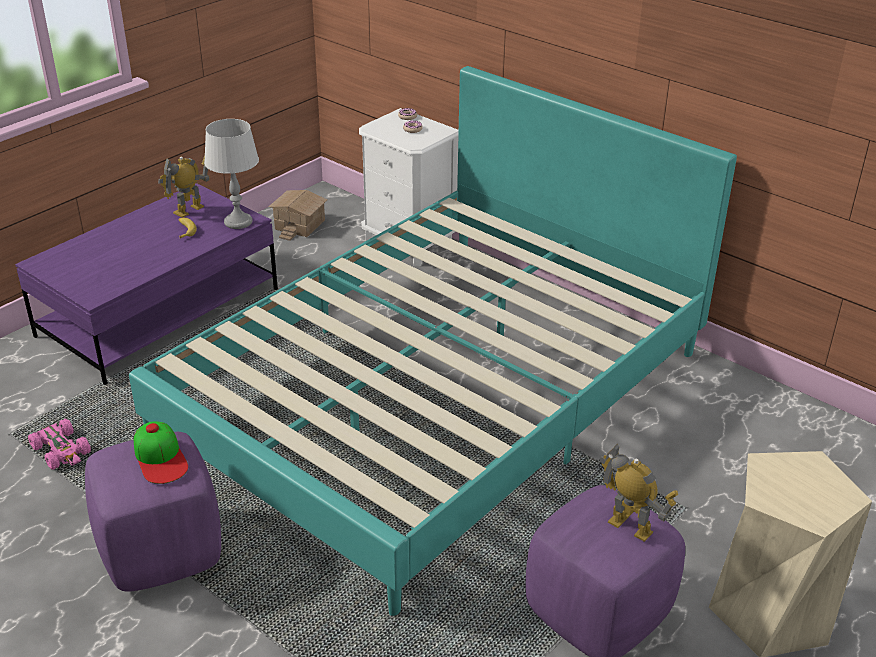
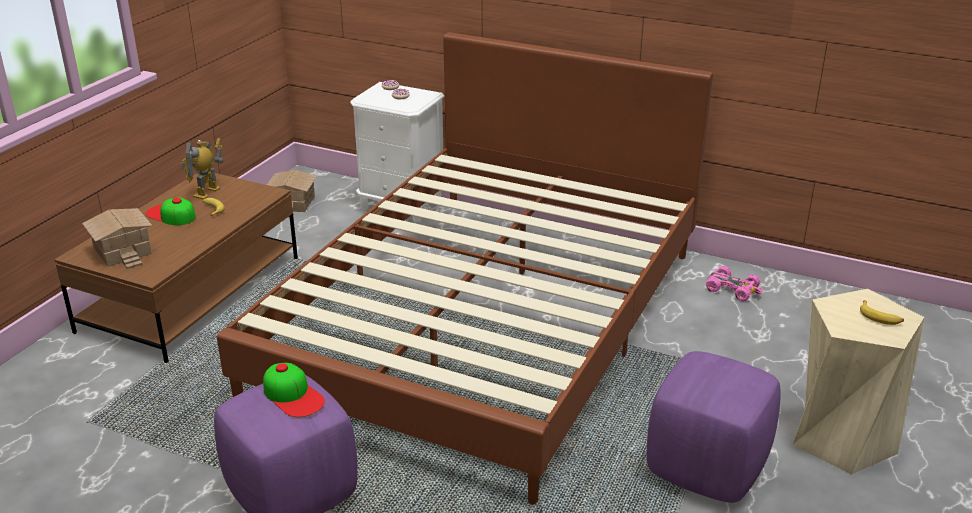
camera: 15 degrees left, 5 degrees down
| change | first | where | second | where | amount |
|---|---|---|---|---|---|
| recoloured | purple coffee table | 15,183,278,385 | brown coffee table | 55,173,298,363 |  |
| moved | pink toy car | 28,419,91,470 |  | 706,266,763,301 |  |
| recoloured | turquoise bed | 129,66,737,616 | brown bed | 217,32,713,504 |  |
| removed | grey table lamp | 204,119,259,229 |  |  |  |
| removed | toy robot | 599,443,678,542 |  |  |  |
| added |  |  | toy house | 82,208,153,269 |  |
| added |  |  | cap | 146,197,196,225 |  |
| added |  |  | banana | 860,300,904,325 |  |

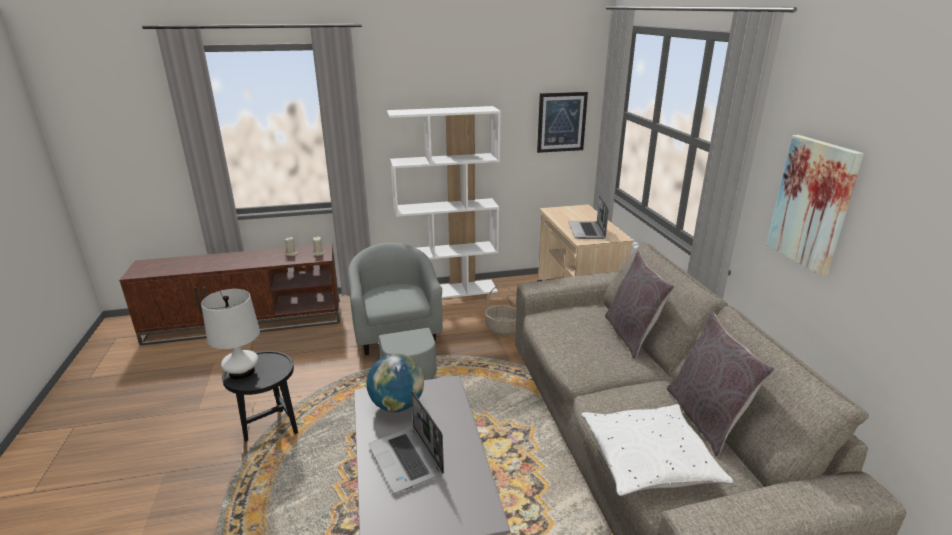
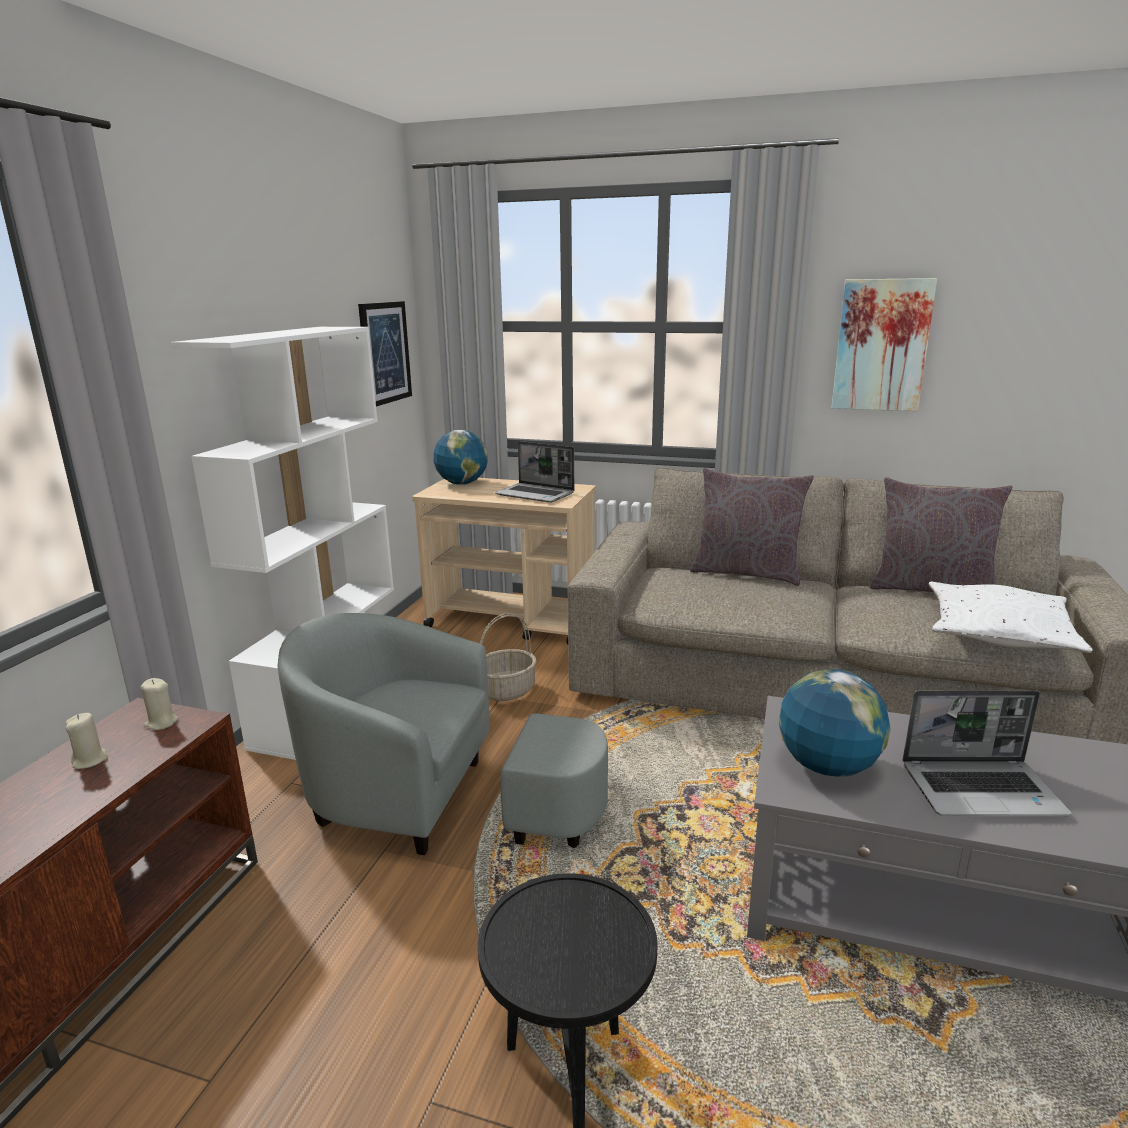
camera: 60 degrees left, 5 degrees down
| change | first | where | second | where | amount |
|---|---|---|---|---|---|
| removed | white table lamp | 201,289,260,380 |  |  |  |
| added |  |  | globe | 434,430,488,485 |  |

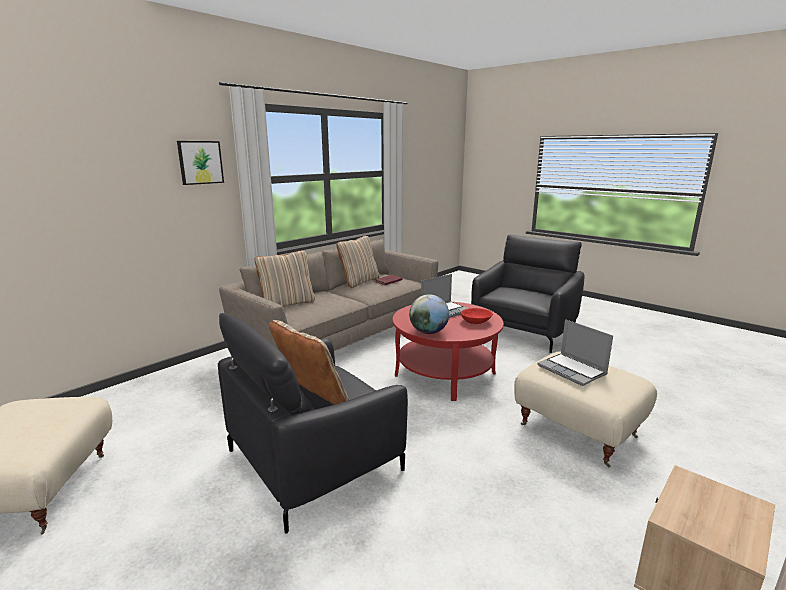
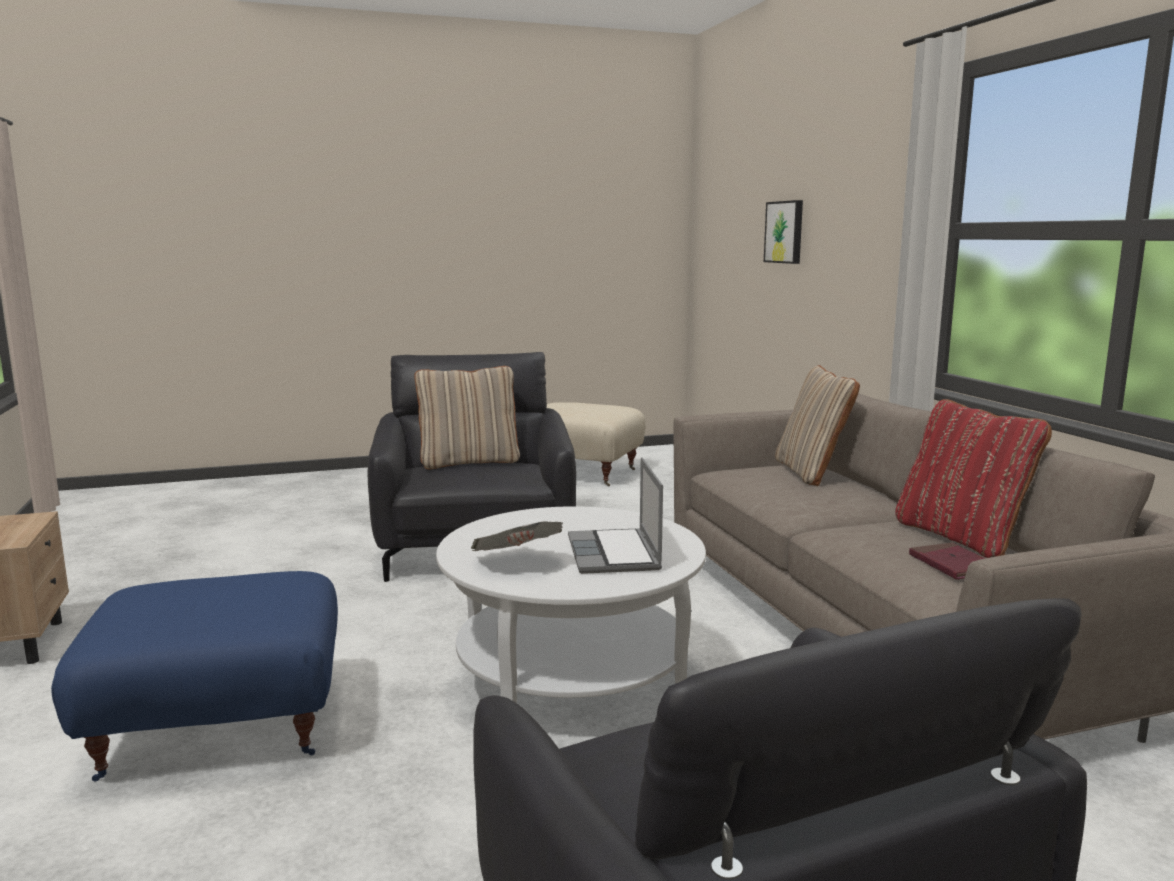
camera: 120 degrees right, 5 degrees down
| change | first | where | second | where | amount |
|---|---|---|---|---|---|
| moved | picture | 177,141,224,185 |  | 764,200,803,264 |  |
| recoloured | beige pillow | 337,236,380,288 | red pillow | 895,399,1052,558 |  |
| recoloured | red coffee table | 392,302,504,401 | white coffee table | 436,506,706,703 |  |
| removed | globe | 409,294,449,334 |  |  |  |
| replaced | red bowl | 461,308,493,324 | newspaper | 471,521,563,551 |  |
| recoloured | beige ottoman | 514,351,657,467 | blue ottoman | 51,571,338,782 |  |
| removed | laptop | 537,319,613,386 |  |  |  |

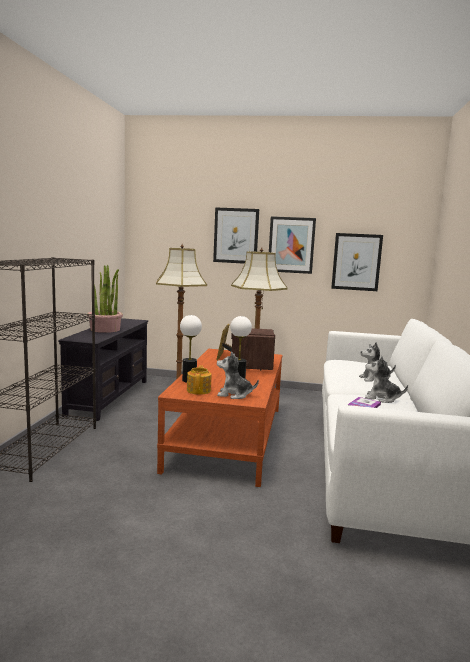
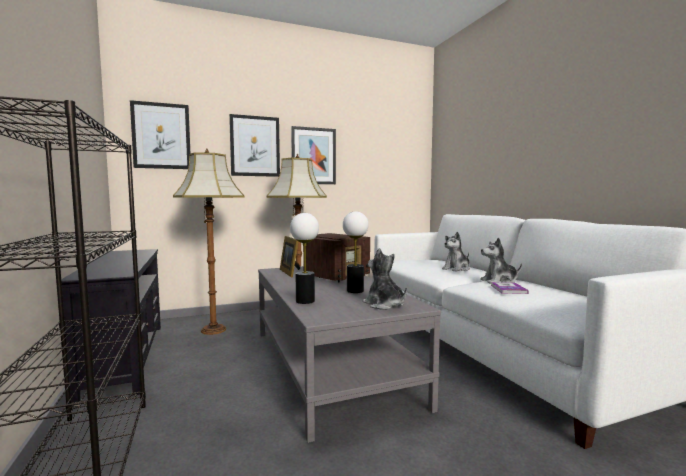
camera: 30 degrees left, 5 degrees down
| change | first | where | second | where | amount |
|---|---|---|---|---|---|
| removed | potted plant | 87,265,123,333 |  |  |  |
| recoloured | brown coffee table | 157,349,282,487 | grey coffee table | 258,266,441,443 |  |
| removed | teapot | 187,365,212,395 |  |  |  |
| turned | plush toy | 217,352,259,399 |  | 363,248,407,310 | 75 degrees clockwise |
| turned | radio | 231,328,275,370 |  | 303,233,370,282 | 105 degrees counterclockwise |
| moved | picture | 331,233,383,291 |  | 130,100,191,169 |  |

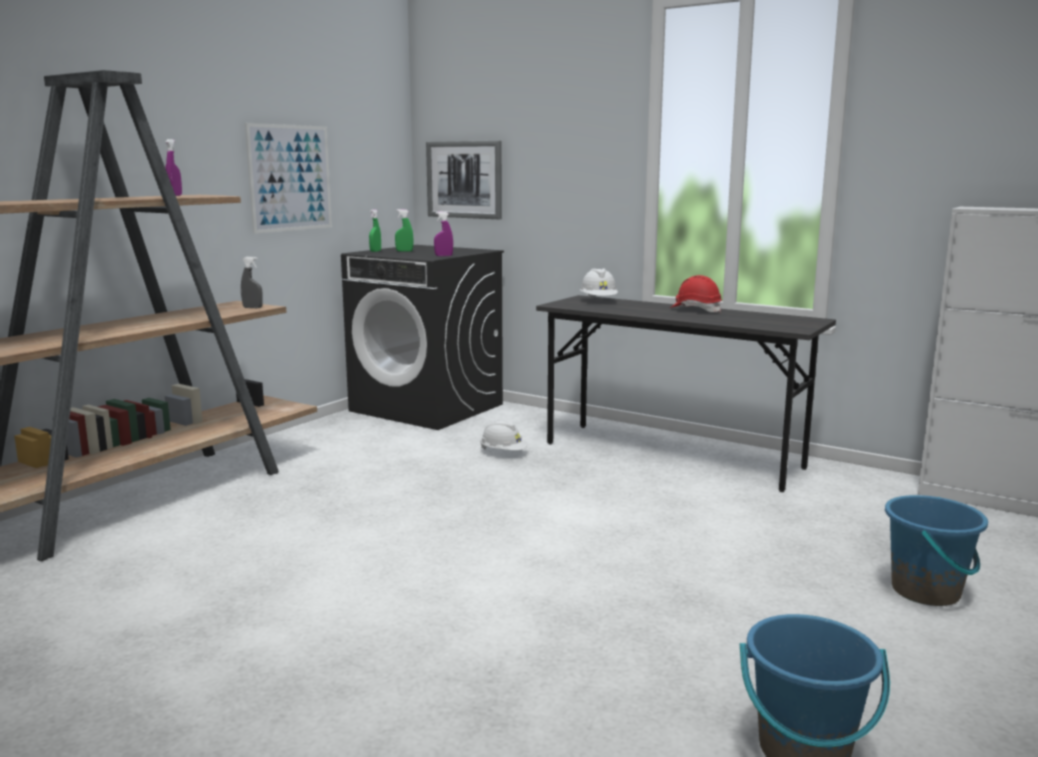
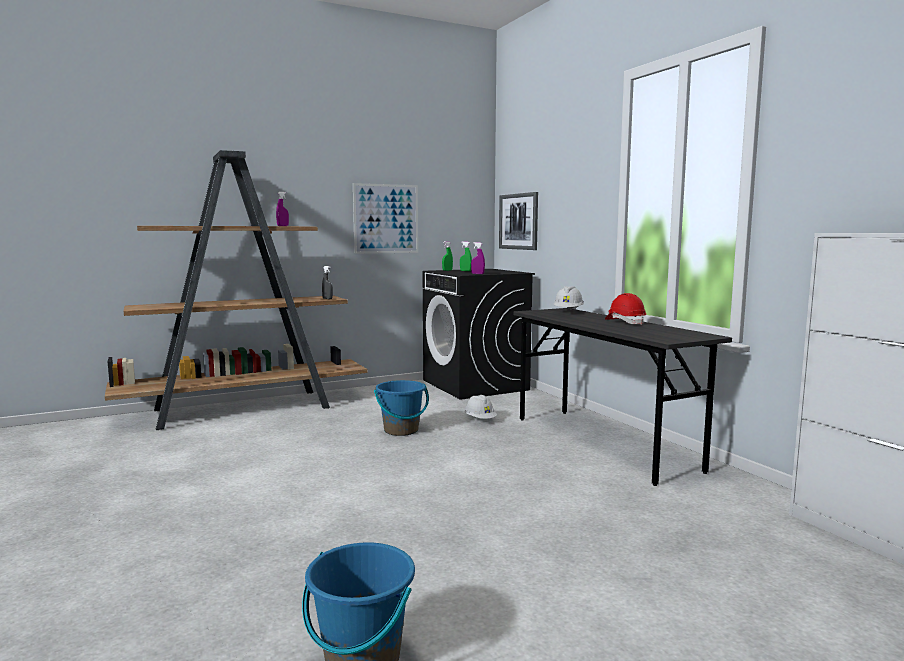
camera: 30 degrees right, 5 degrees down
| change | first | where | second | where | amount |
|---|---|---|---|---|---|
| moved | blue bucket | 885,495,988,606 |  | 374,380,429,436 |  |

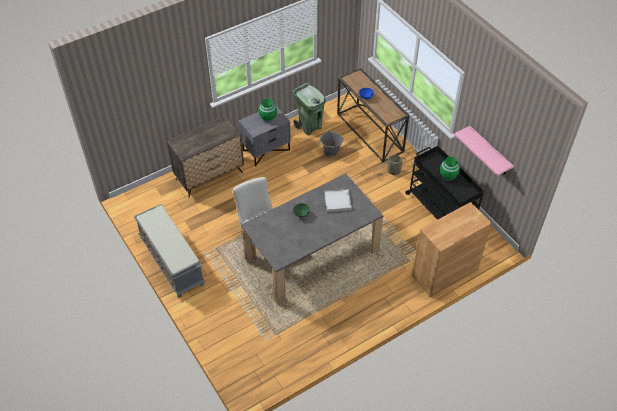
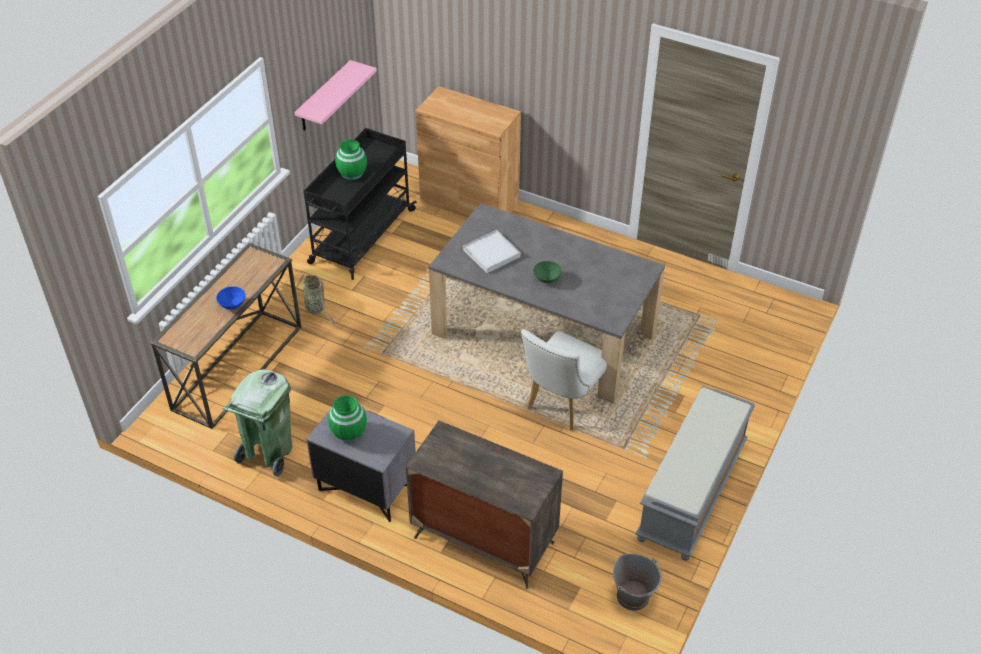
camera: 120 degrees left, 5 degrees down
| change | first | where | second | where | amount |
|---|---|---|---|---|---|
| moved | grey bucket | 320,130,344,157 |  | 613,553,662,611 |  |

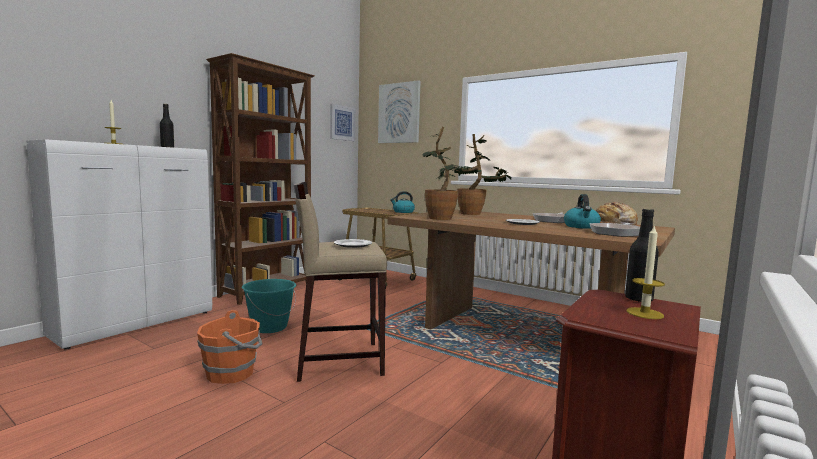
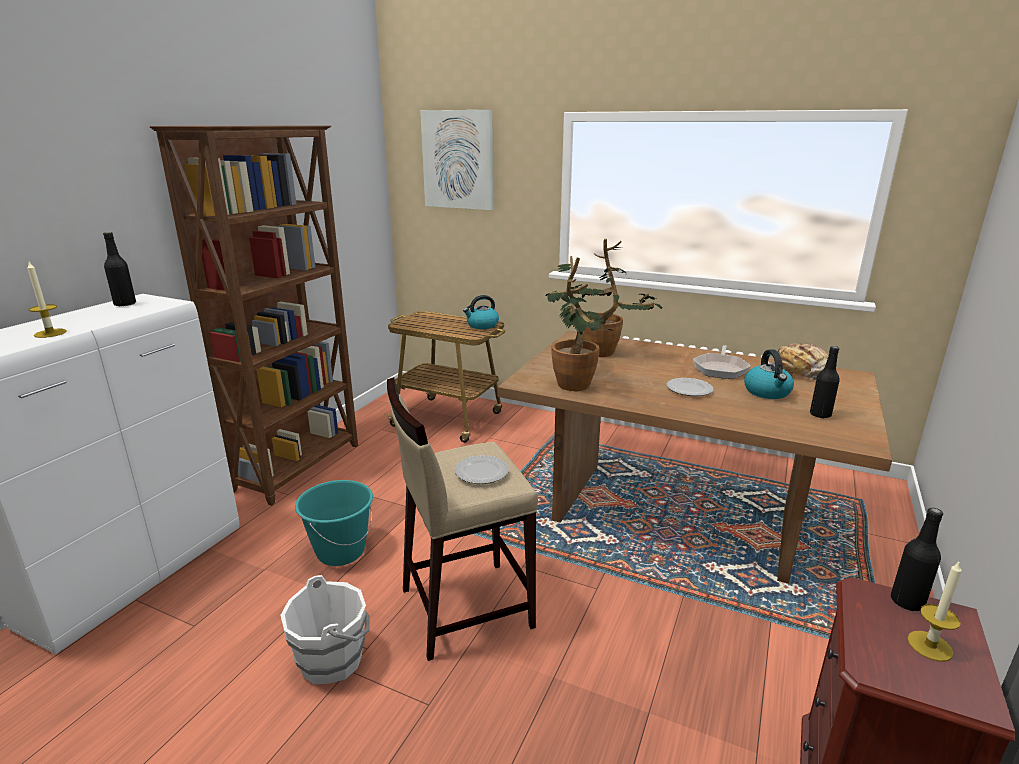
camera: 10 degrees left, 15 degrees up
| change | first | where | second | where | amount |
|---|---|---|---|---|---|
| recoloured | orange bucket | 197,310,263,384 | white bucket | 280,575,370,684 |  |
| removed | picture | 330,104,355,141 |  |  |  |
| replaced | frying pan | 589,223,640,237 | black bottle | 810,346,840,419 |  |

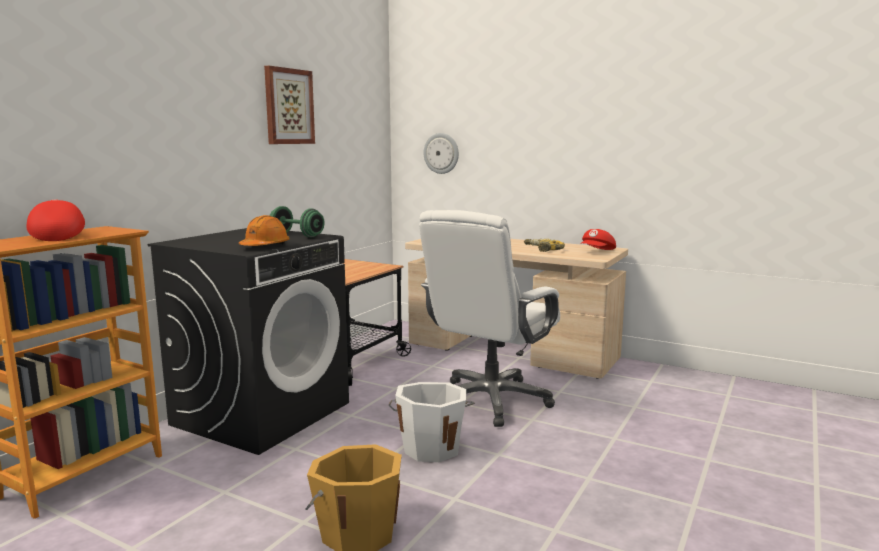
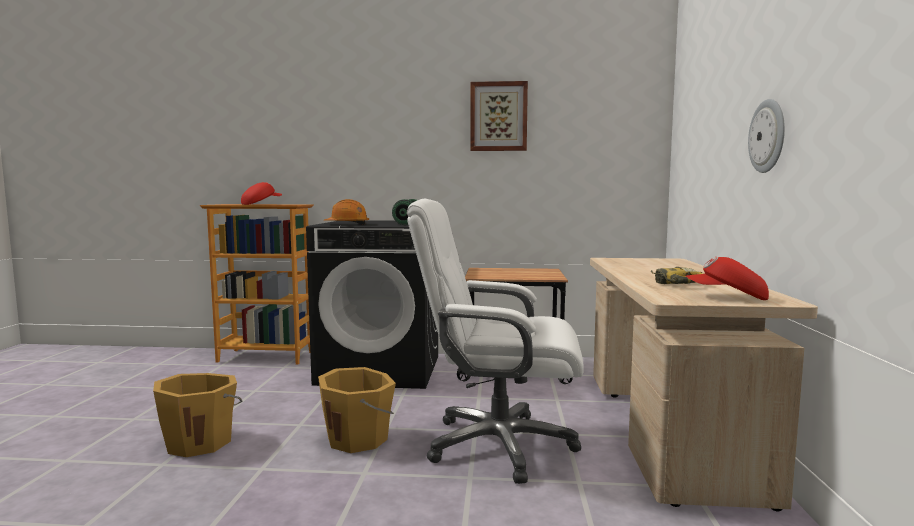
camera: 65 degrees right, 5 degrees down
| change | first | where | second | where | amount |
|---|---|---|---|---|---|
| recoloured | white bucket | 389,382,475,462 | orange bucket | 318,367,396,453 |  |
| moved | wall clock | 424,133,459,174 |  | 748,99,785,173 |  |

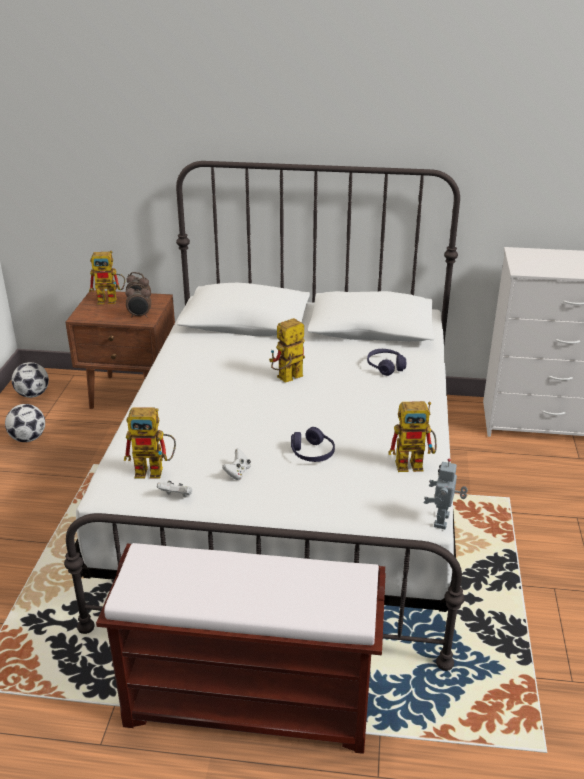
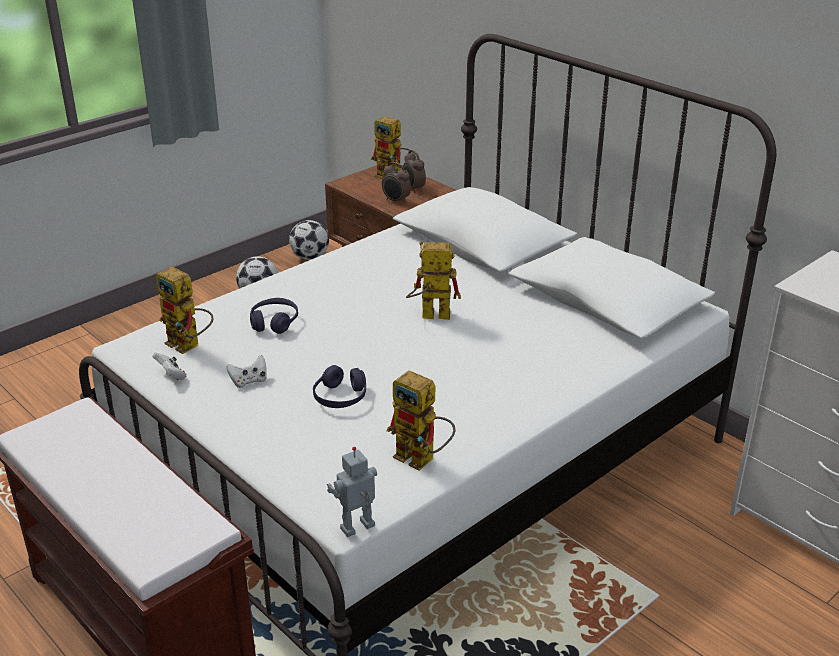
camera: 40 degrees right, 0 degrees up
| change | first | where | second | where | amount |
|---|---|---|---|---|---|
| moved | purple headphones | 367,349,406,376 |  | 250,298,298,334 |  |

